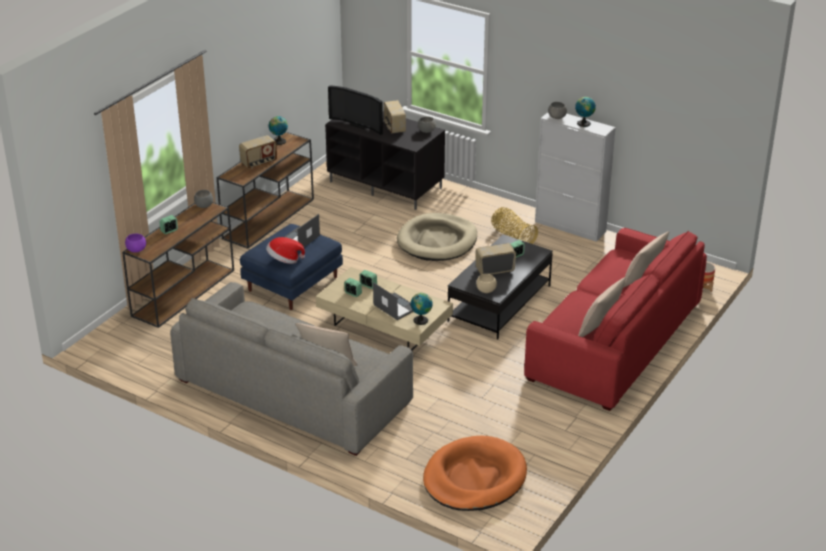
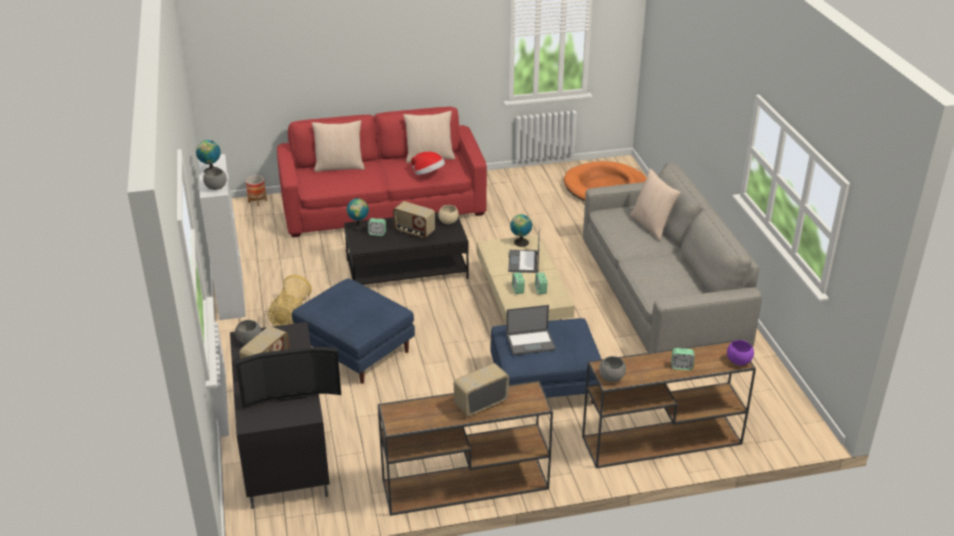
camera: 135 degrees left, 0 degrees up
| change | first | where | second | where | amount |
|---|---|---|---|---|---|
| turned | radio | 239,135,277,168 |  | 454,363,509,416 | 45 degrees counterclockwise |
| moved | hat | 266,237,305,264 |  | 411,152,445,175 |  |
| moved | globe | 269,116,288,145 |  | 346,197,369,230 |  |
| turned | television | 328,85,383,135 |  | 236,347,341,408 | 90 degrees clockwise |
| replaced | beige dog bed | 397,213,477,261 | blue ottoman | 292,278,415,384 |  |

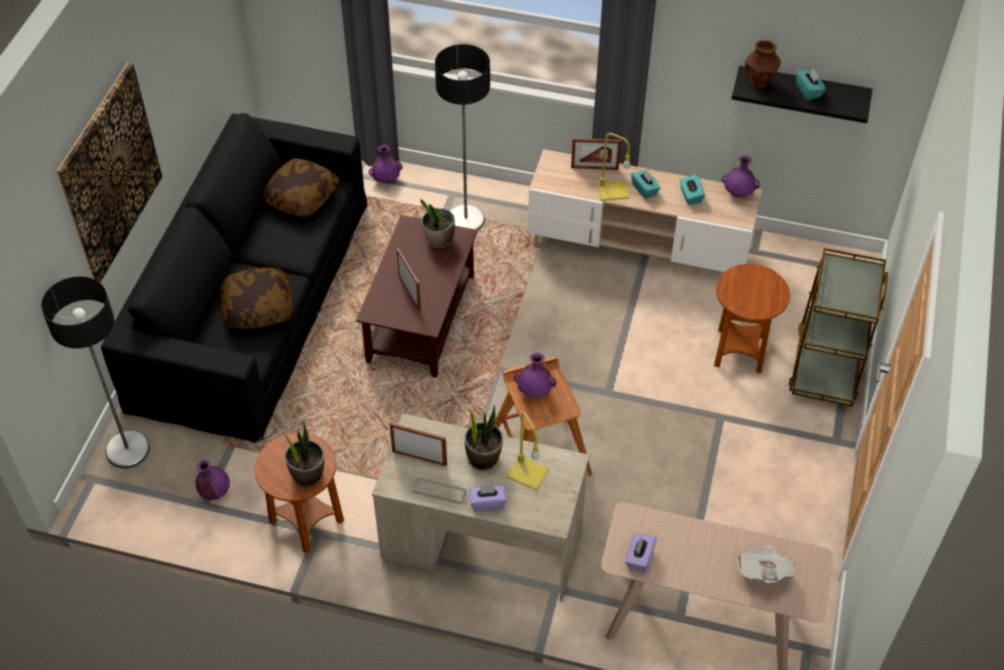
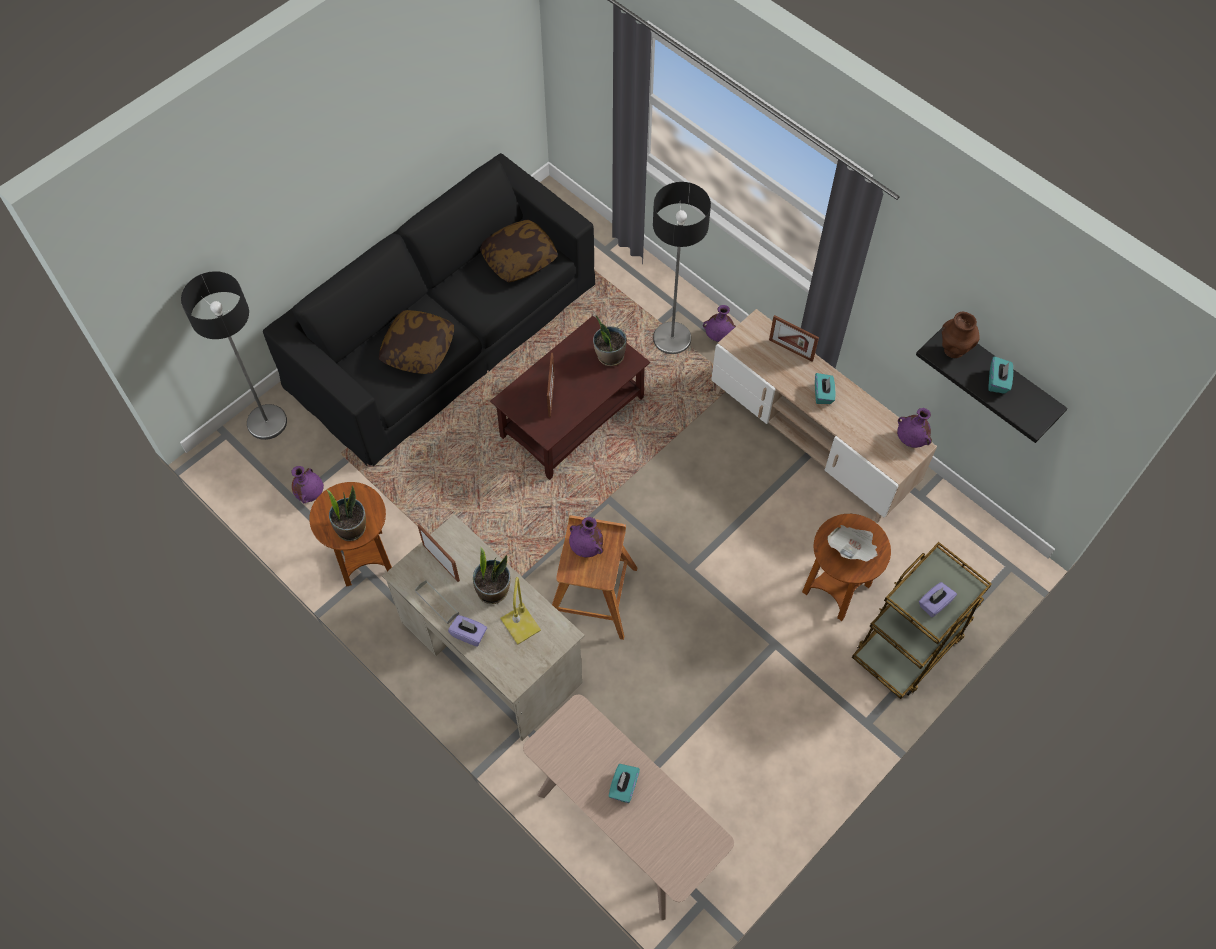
camera: 30 degrees right, 10 degrees up
| change | first | where | second | where | amount |
|---|---|---|---|---|---|
| removed | picture | 57,62,162,283 |  |  |  |
| moved | purple vase | 369,145,402,183 |  | 703,305,736,342 |  |
| removed | yellow table lamp | 597,133,630,201 |  |  |  |
| moved | purple tissue box | 625,533,657,572 |  | 919,582,957,618 |  |
| moved | turquoise tissue box | 680,174,705,205 |  | 609,764,640,803 |  |
| moved | newspaper | 737,545,795,583 |  | 827,525,878,561 |  |

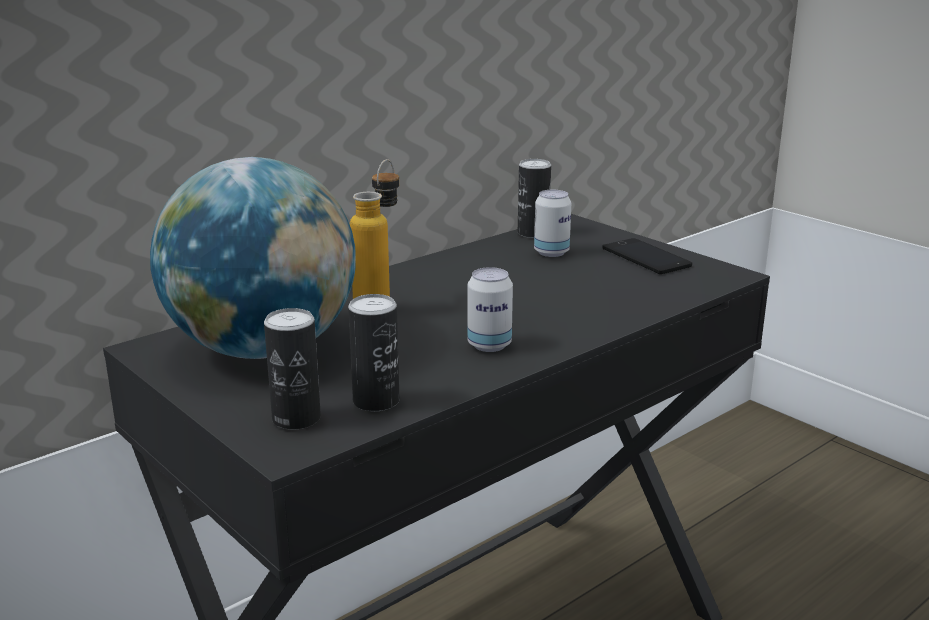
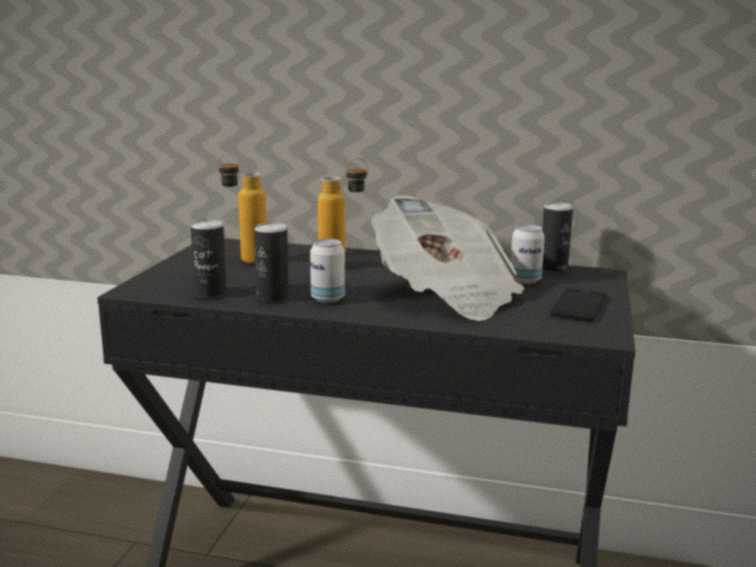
camera: 55 degrees right, 5 degrees down
| change | first | where | second | where | amount |
|---|---|---|---|---|---|
| replaced | globe | 150,157,356,359 | bottle | 218,153,266,264 |  |
| moved | can | 264,308,321,429 |  | 255,223,289,302 |  |
| added |  |  | newspaper | 371,195,524,321 |  |

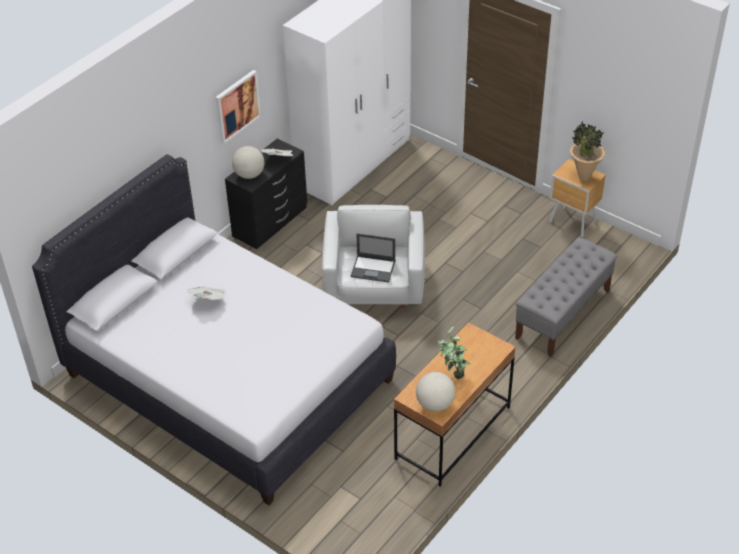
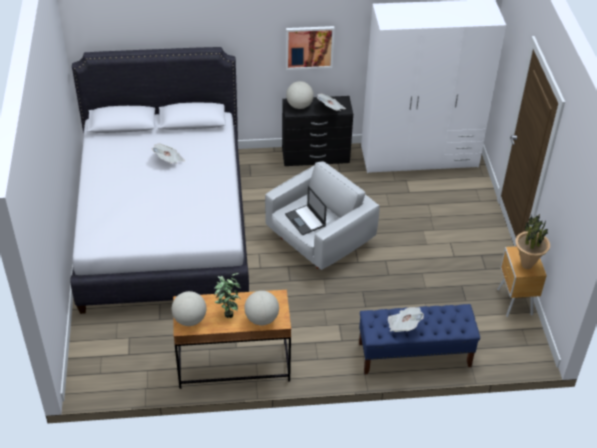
camera: 45 degrees right, 0 degrees up
| change | first | where | second | where | amount |
|---|---|---|---|---|---|
| recoloured | grey bench | 515,237,618,357 | blue bench | 359,304,480,374 |  |
| added |  |  | globe | 244,291,279,325 |  |
| added |  |  | newspaper | 388,307,424,332 |  |

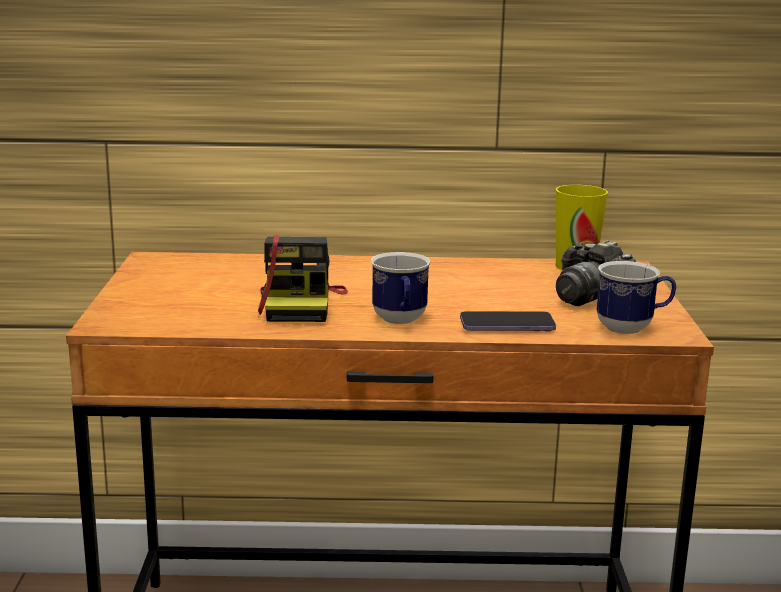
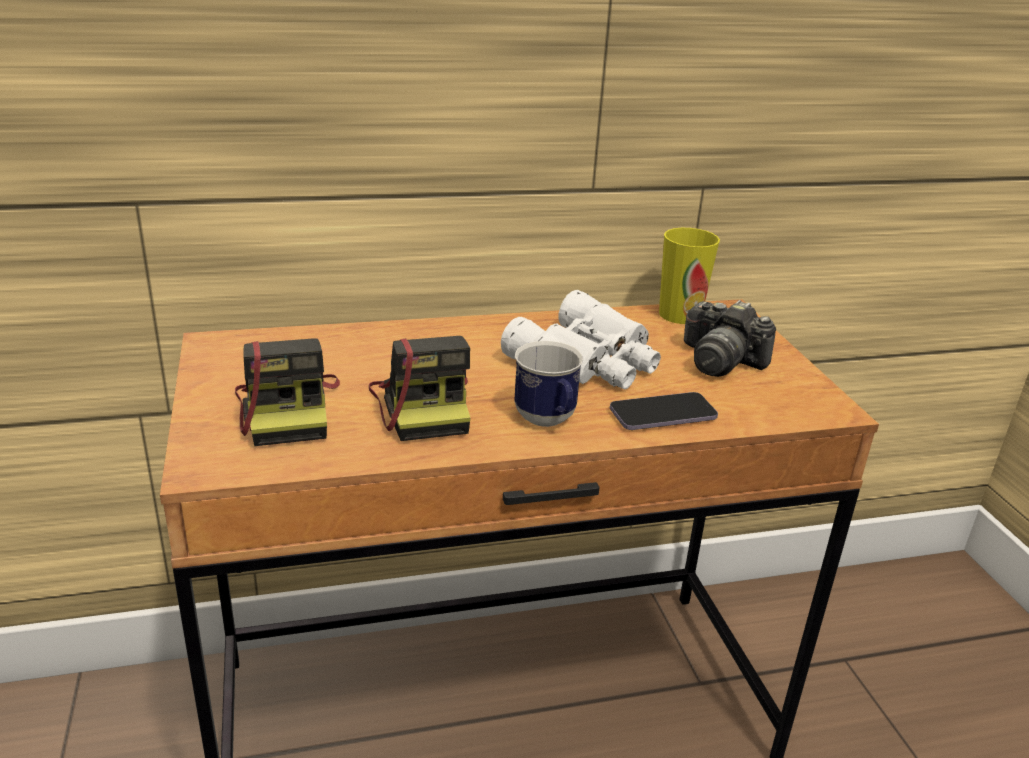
camera: 15 degrees left, 10 degrees up
| change | first | where | second | where | amount |
|---|---|---|---|---|---|
| removed | mug | 597,261,676,334 |  |  |  |
| added |  |  | photo camera | 235,338,340,446 |  |
| added |  |  | white binoculars | 501,290,661,390 |  |

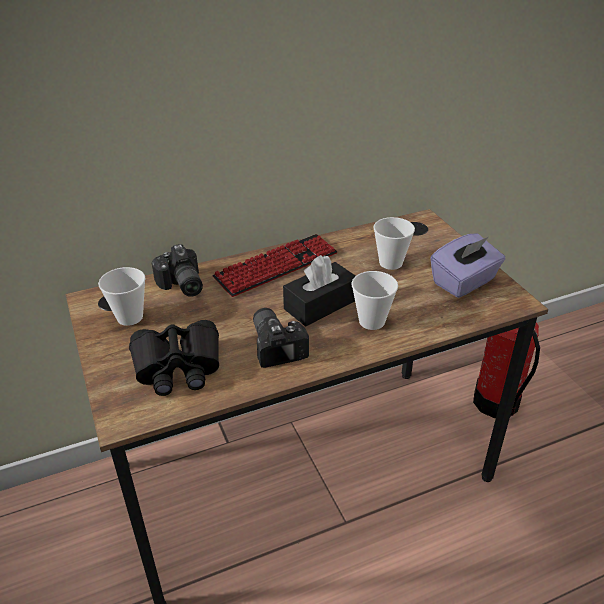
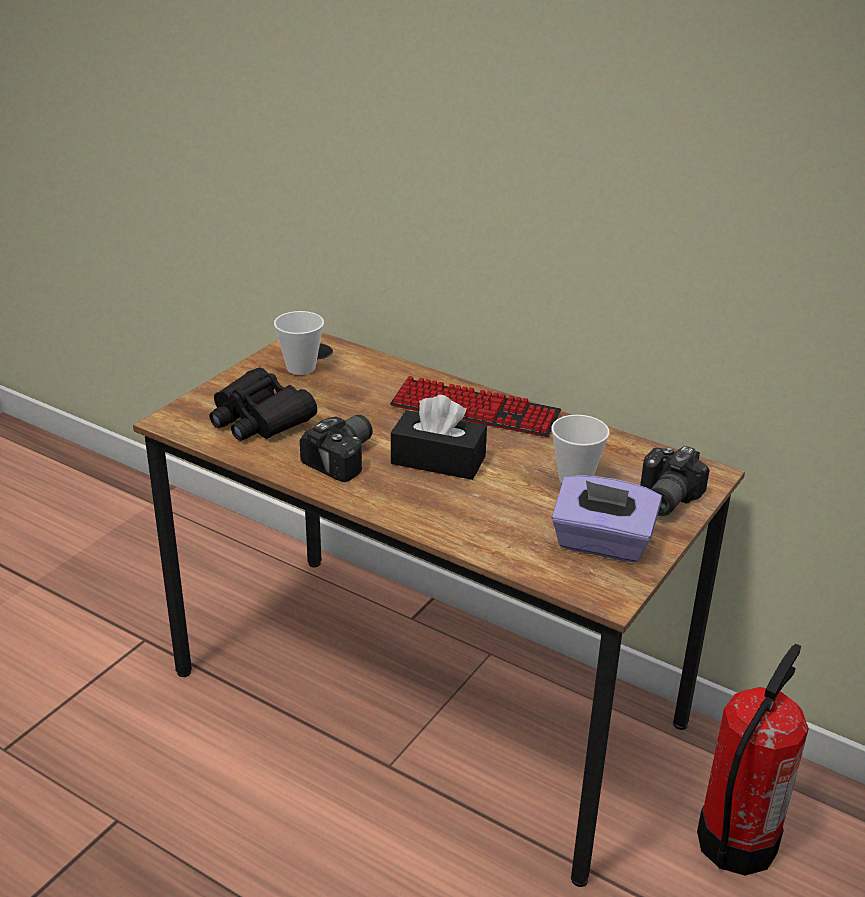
camera: 55 degrees right, 5 degrees down
| change | first | where | second | where | amount |
|---|---|---|---|---|---|
| moved | photo camera | 152,244,203,297 |  | 640,446,710,516 |  |
| removed | cup | 351,271,398,330 |  |  |  |

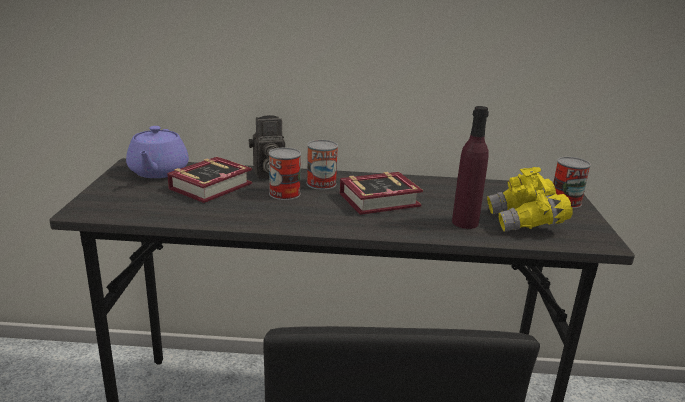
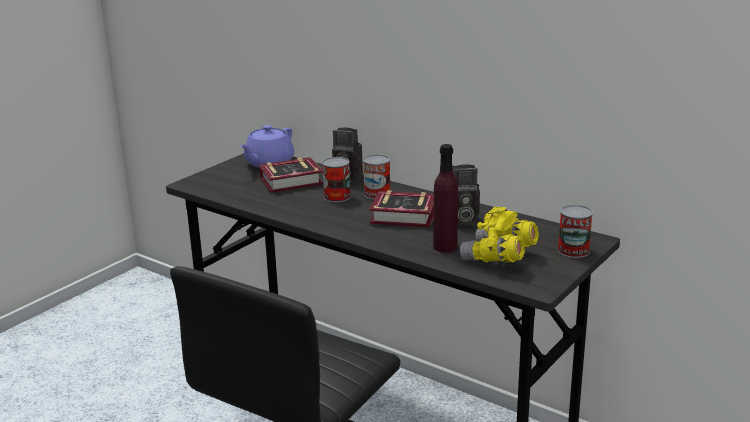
camera: 35 degrees right, 0 degrees up
| change | first | where | second | where | amount |
|---|---|---|---|---|---|
| added |  |  | photo camera | 452,164,480,226 |  |

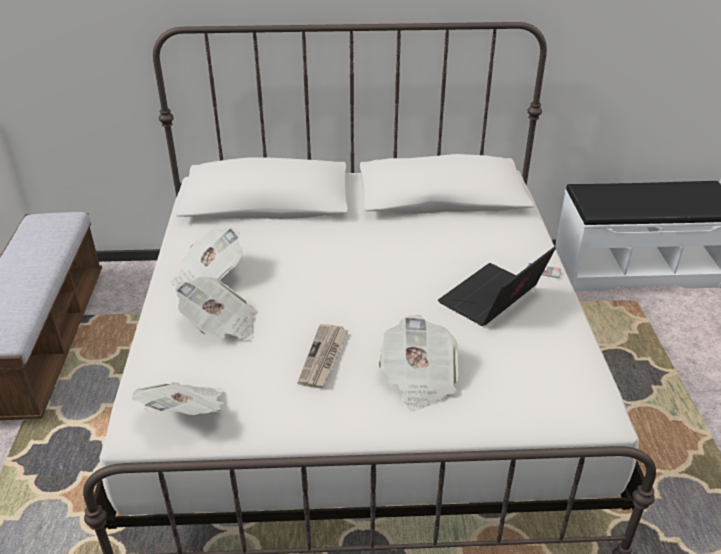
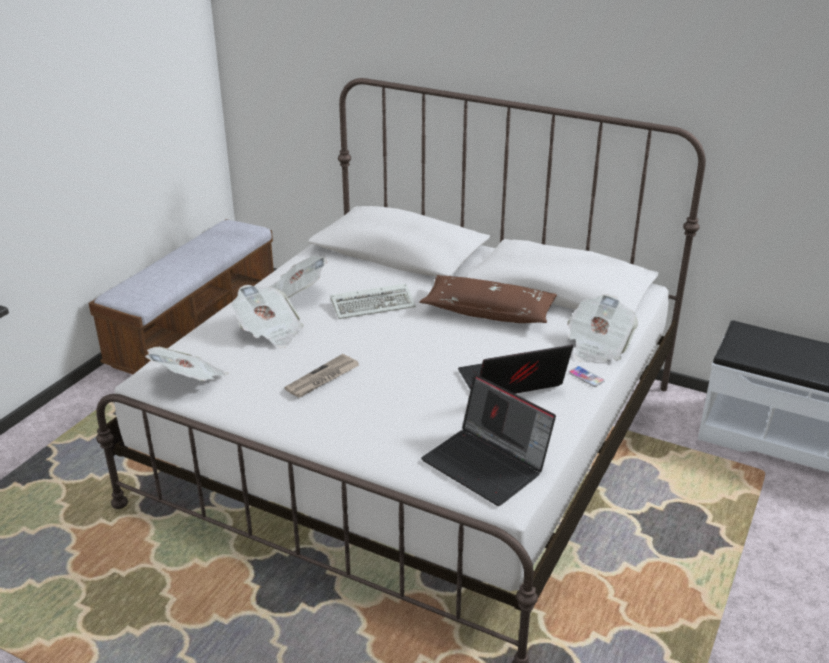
camera: 30 degrees right, 5 degrees down
| change | first | where | second | where | amount |
|---|---|---|---|---|---|
| moved | newspaper | 378,315,458,411 |  | 567,294,638,363 |  |
| added |  |  | keyboard | 331,284,416,319 |  |
| added |  |  | brown pillow | 419,275,557,323 |  |
| added |  |  | laptop | 421,374,556,506 |  |

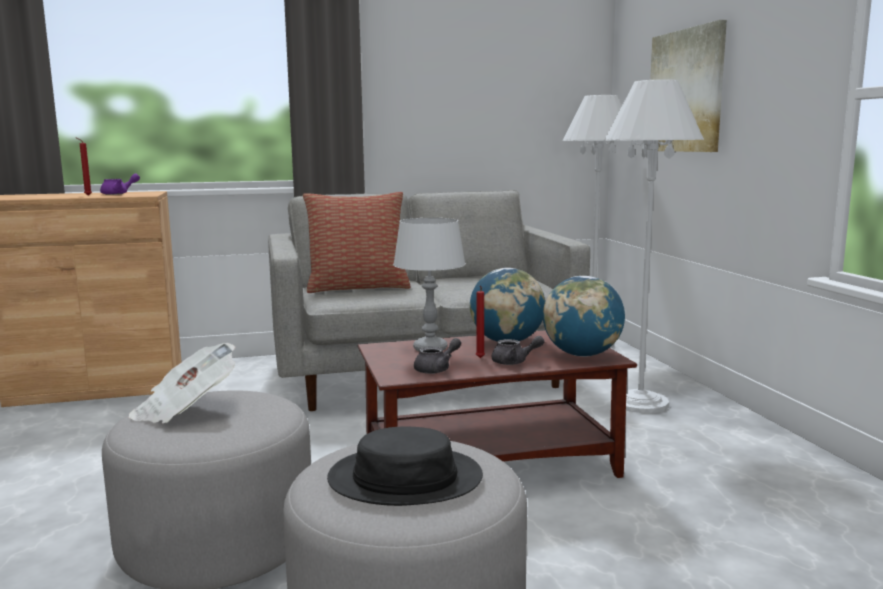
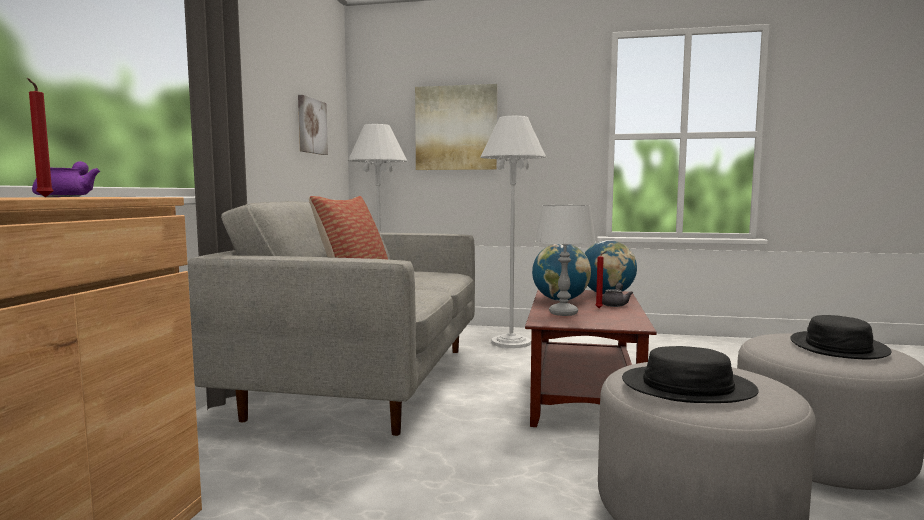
camera: 65 degrees left, 5 degrees down
| change | first | where | second | where | amount |
|---|---|---|---|---|---|
| replaced | newspaper | 129,343,236,424 | black hat | 622,346,759,403 |  |
| removed | grey teapot | 414,338,461,374 |  |  |  |
| added |  |  | picture | 298,95,328,155 |  |

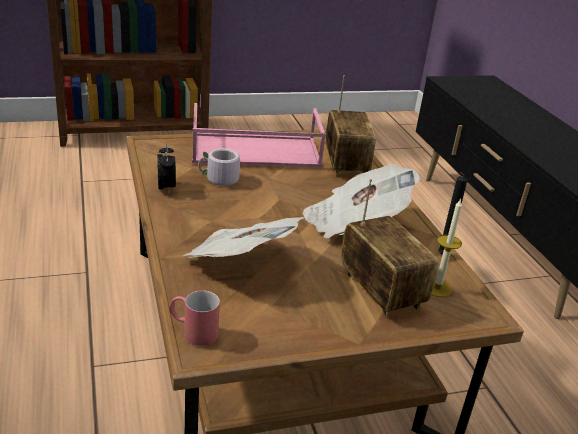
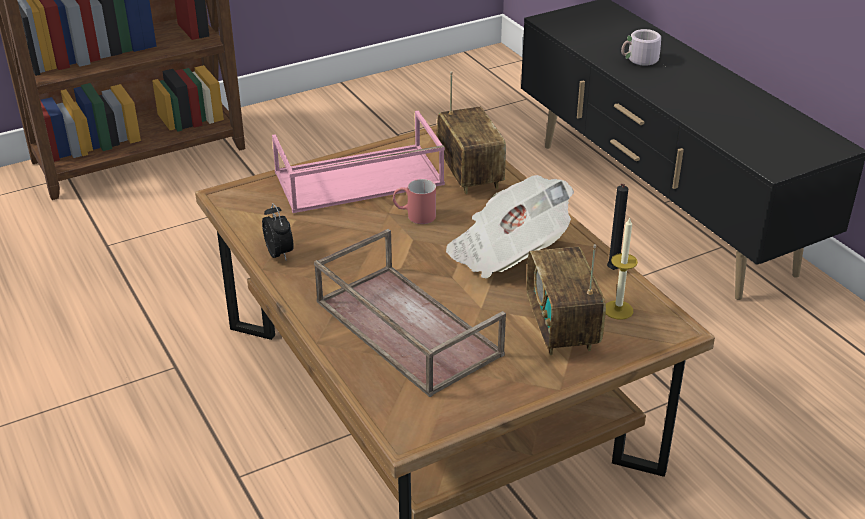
camera: 10 degrees left, 5 degrees up
| change | first | where | second | where | amount |
|---|---|---|---|---|---|
| moved | red mug | 169,290,220,346 |  | 393,179,436,224 |  |
| replaced | newspaper | 183,217,305,257 | brown tray | 314,229,506,397 |  |
| moved | grey mug | 198,148,240,186 |  | 621,29,666,67 |  |
| turned | radio | 341,178,438,318 |  | 526,244,606,355 | 150 degrees counterclockwise |

